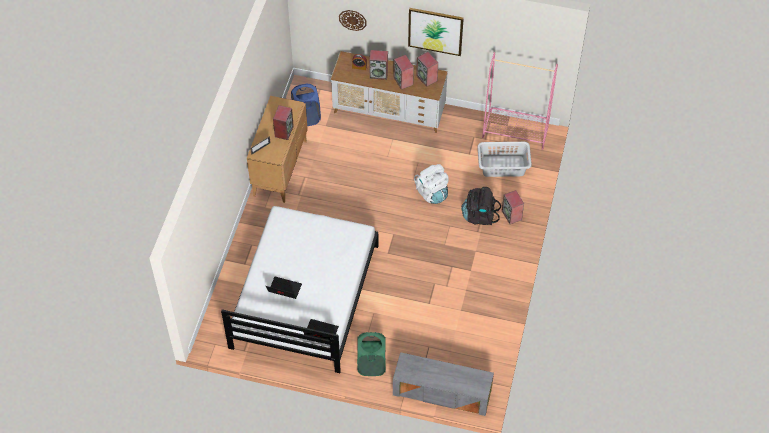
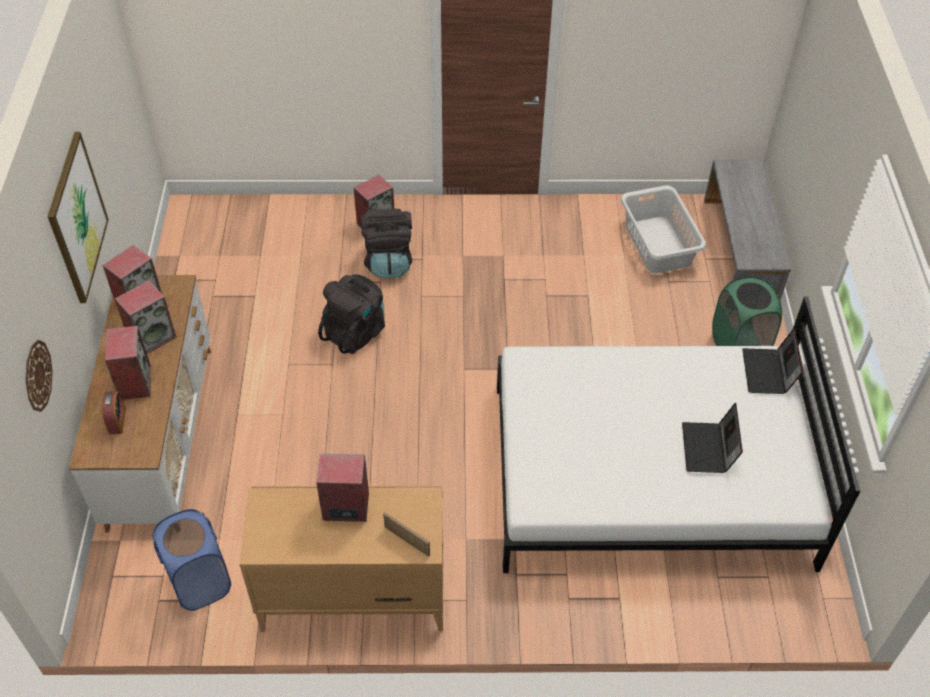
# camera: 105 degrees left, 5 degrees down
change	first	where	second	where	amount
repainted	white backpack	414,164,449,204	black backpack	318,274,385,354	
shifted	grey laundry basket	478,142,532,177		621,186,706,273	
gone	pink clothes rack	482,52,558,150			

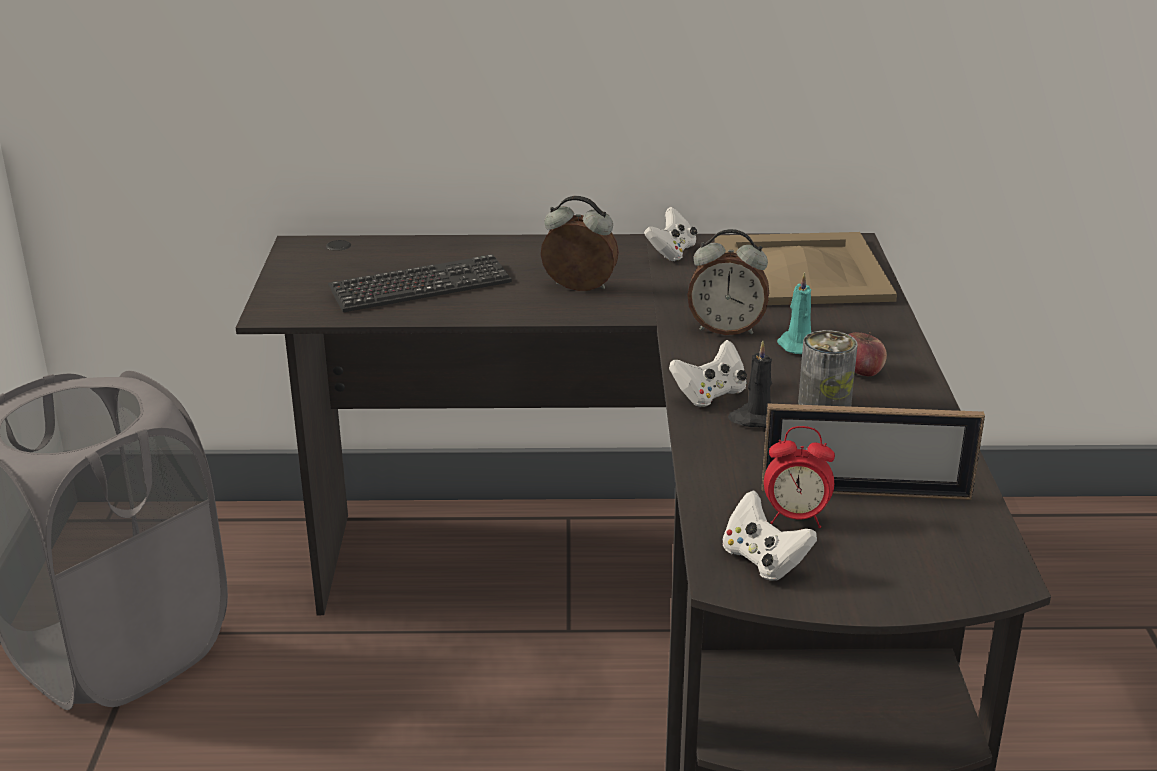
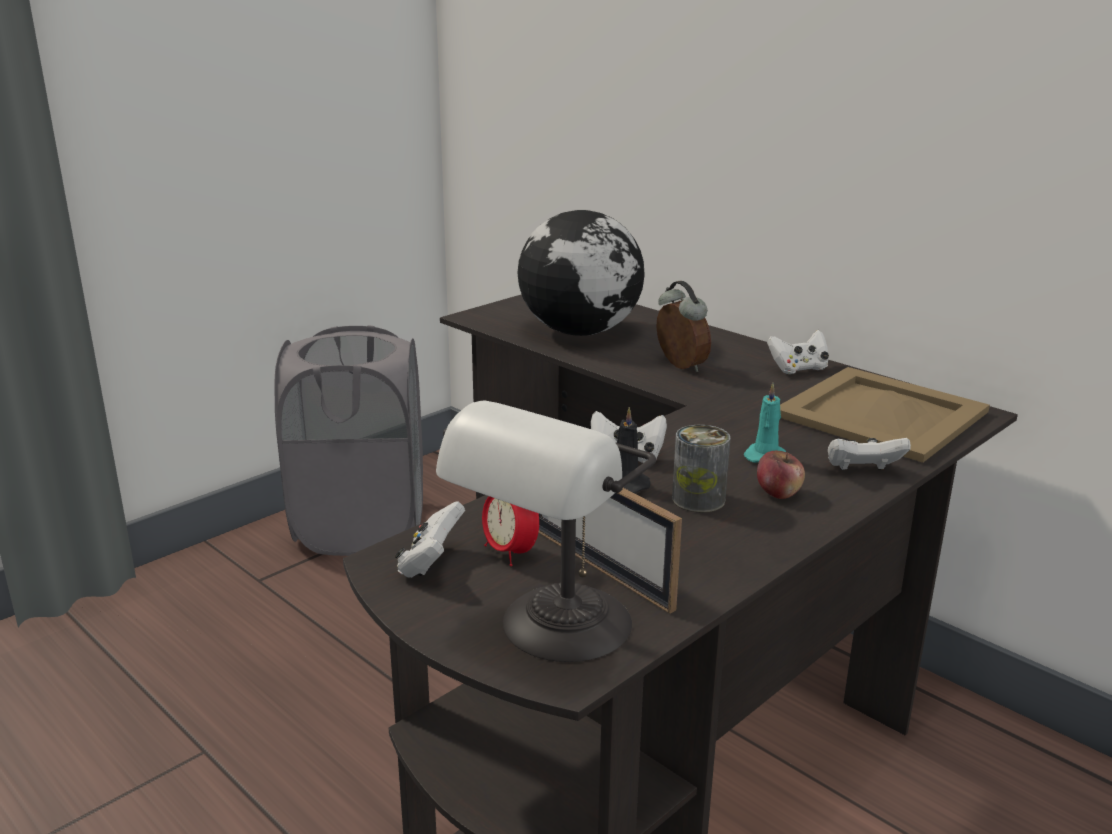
# camera: 45 degrees right, 5 degrees down
change	first	where	second	where	amount
swapped	keyboard	328,254,512,312	globe	517,210,644,336	
gone	alarm clock	687,229,769,335			
new			table lamp	436,401,656,662	
new			white game controller	828,438,911,470	

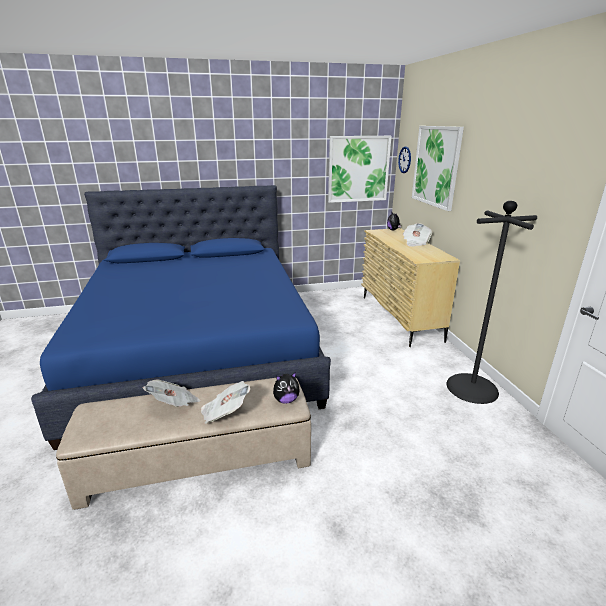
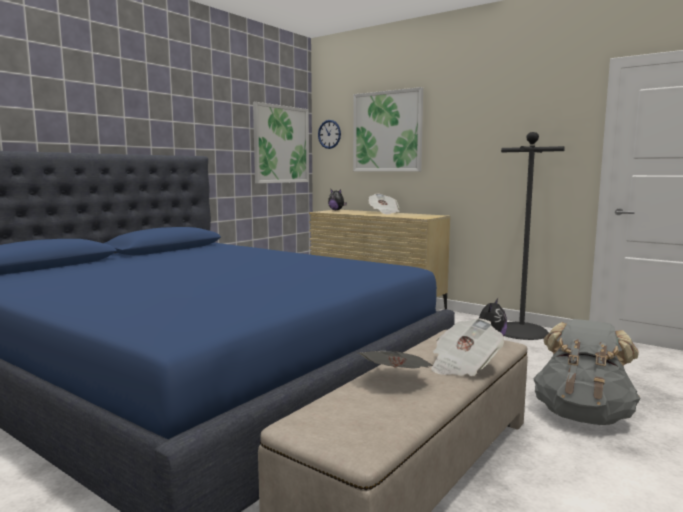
# camera: 40 degrees left, 15 degrees down
change	first	where	second	where	amount
new			grey backpack	533,319,641,425	

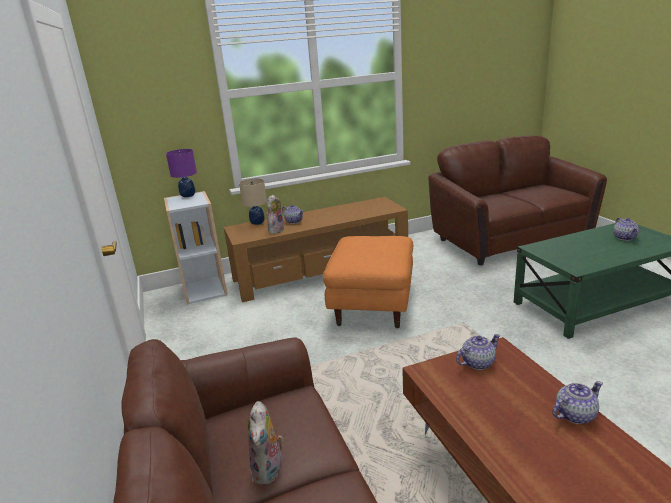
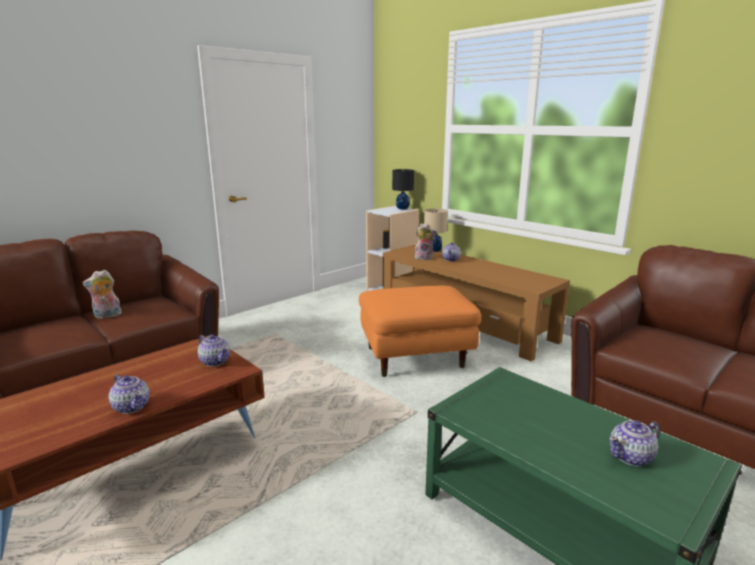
# camera: 65 degrees right, 5 degrees down
change	first	where	second	where	amount
repainted	purple table lamp	166,149,197,197	black table lamp	392,169,414,209	

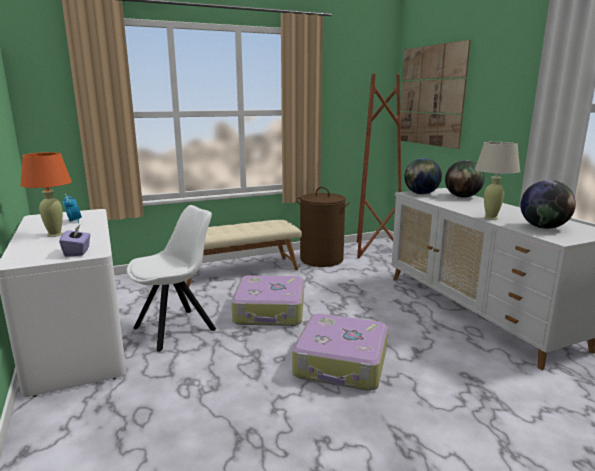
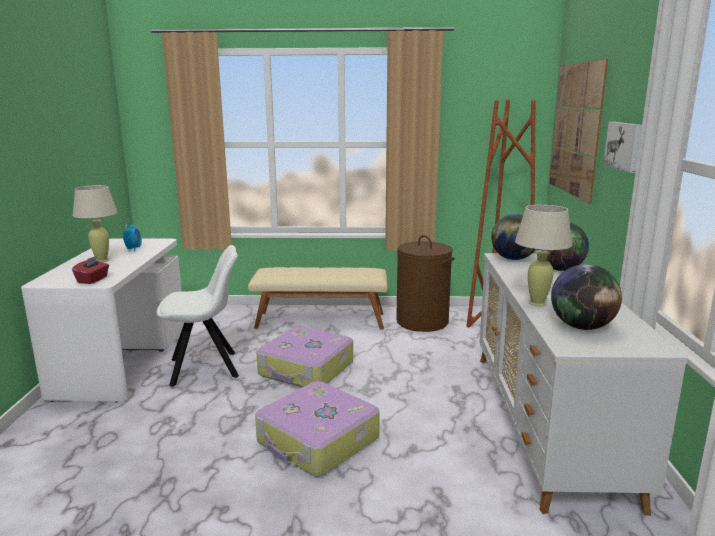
# camera: 25 degrees right, 0 degrees up
change	first	where	second	where	amount
repainted	orange table lamp	20,152,72,237	beige table lamp	72,185,118,262	
repainted	purple tissue box	59,225,91,257	red tissue box	72,256,109,284	
new			picture	603,122,642,173	

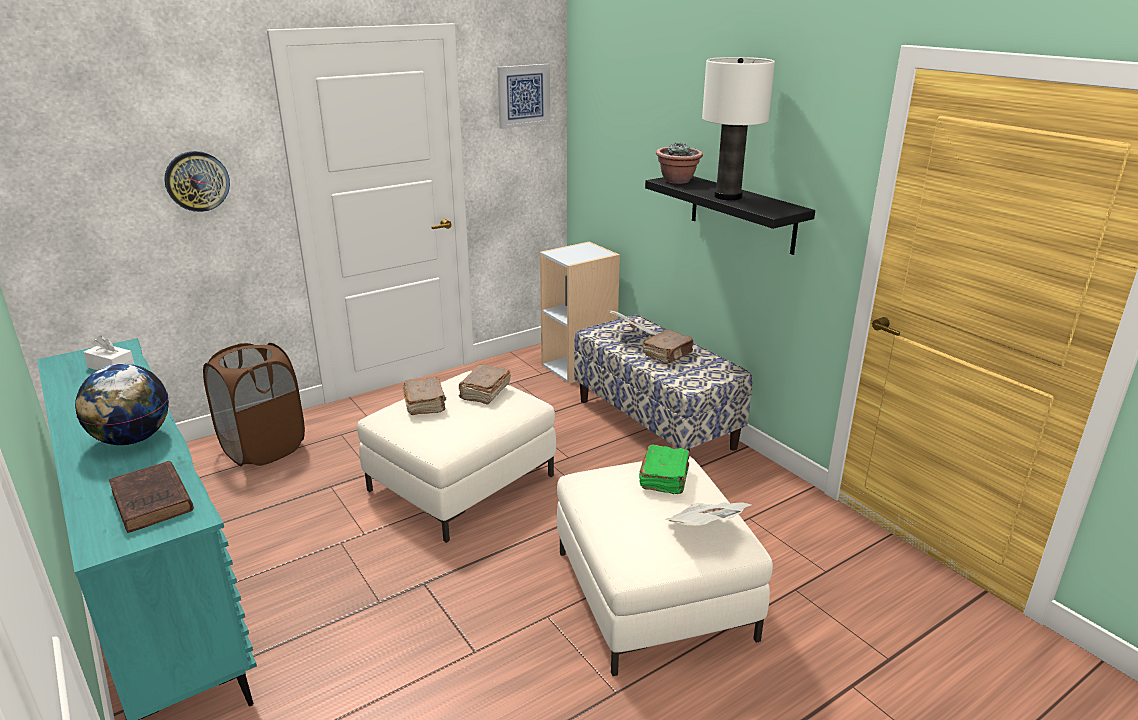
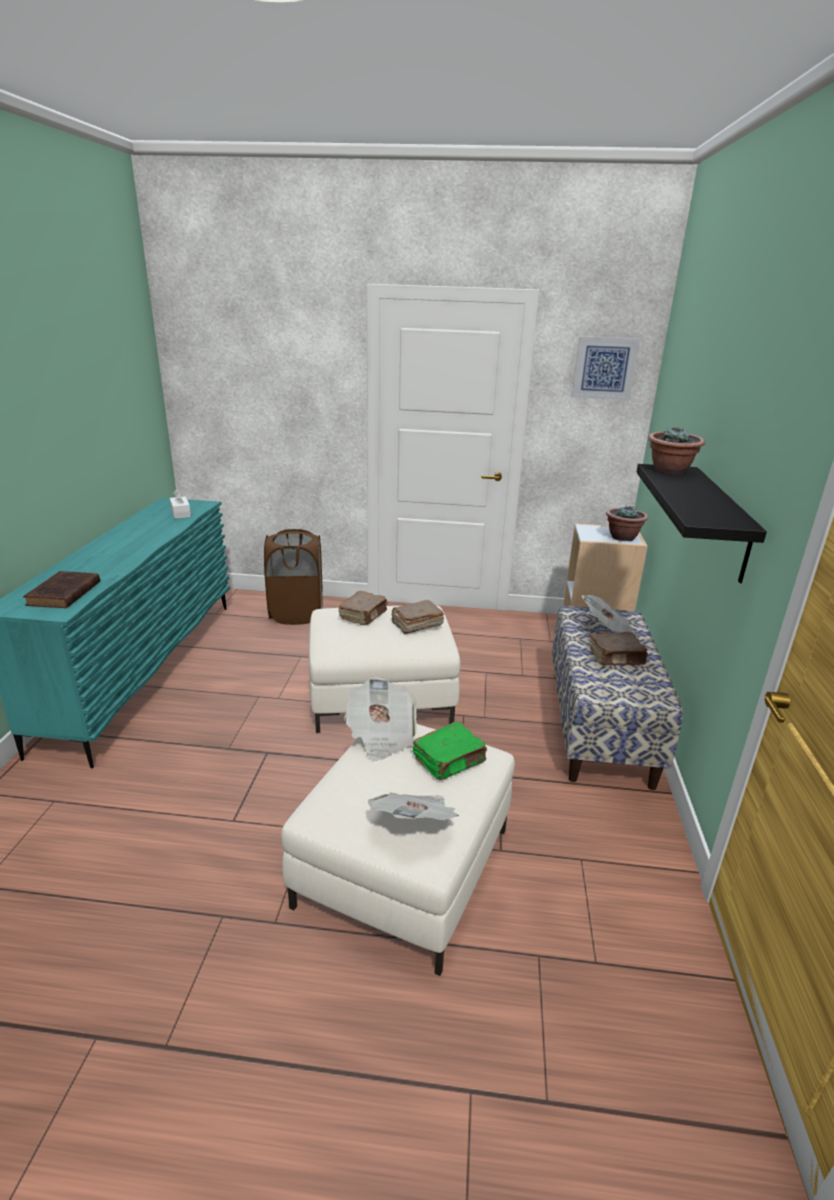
# camera: 40 degrees right, 0 degrees up
change	first	where	second	where	amount
gone	globe	75,364,169,445			
gone	wall clock	164,151,230,212			
gone	white table lamp	702,57,775,200			
new			newspaper	344,677,417,761	
new			potted plant	606,505,648,541	

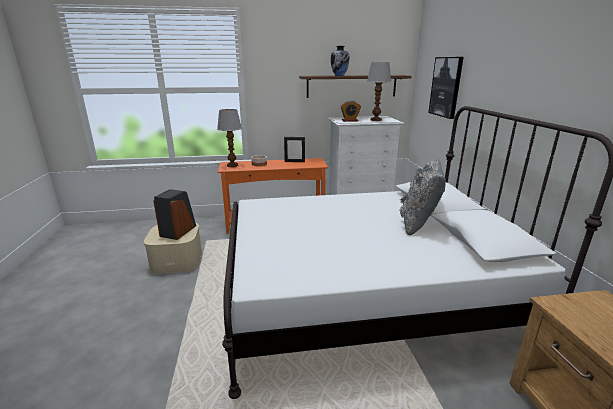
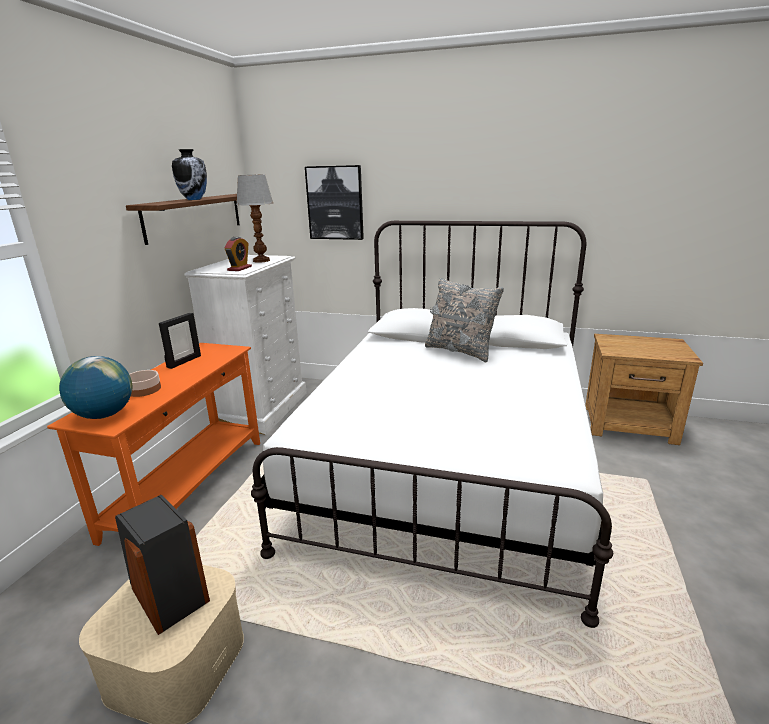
# camera: 65 degrees left, 0 degrees up
change	first	where	second	where	amount
swapped	table lamp	217,109,242,167	globe	59,356,132,419	

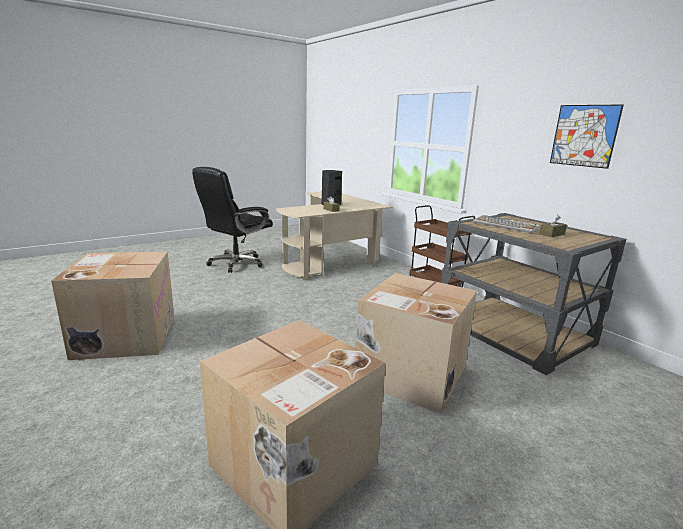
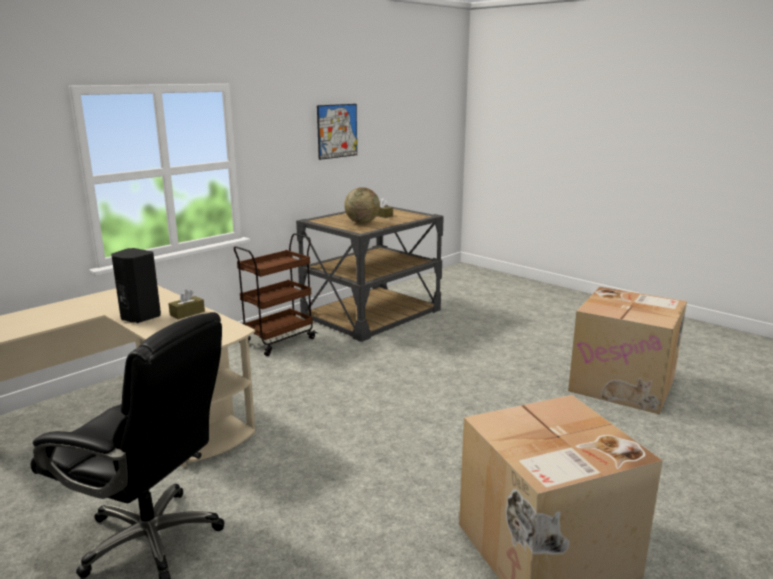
# camera: 100 degrees left, 0 degrees up
change	first	where	second	where	amount
gone	cardboard box	355,273,477,413			
swapped	keyboard	473,215,540,234	globe	344,187,380,223	

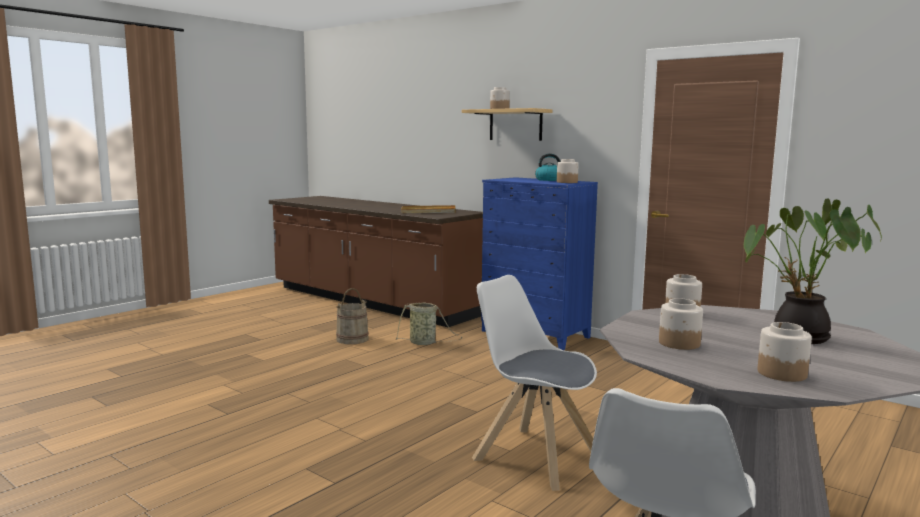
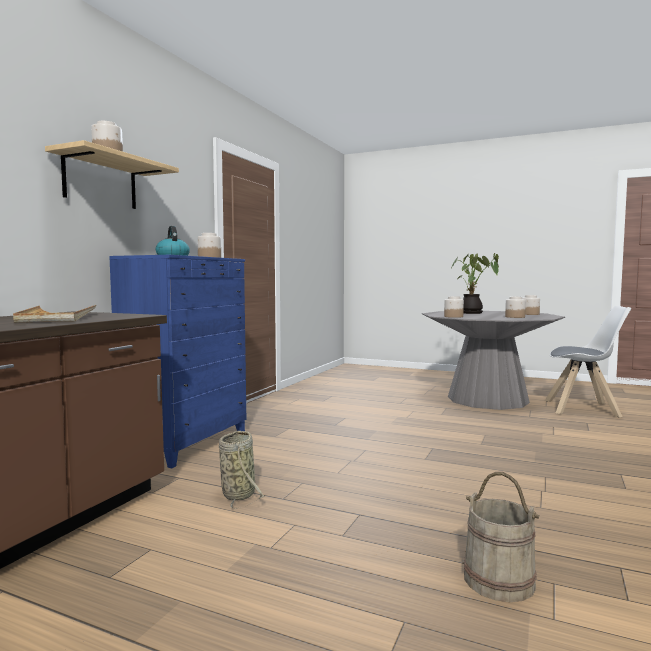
# camera: 105 degrees left, 5 degrees down
change	first	where	second	where	amount
shifted	beige bucket	336,288,369,344		464,472,540,602	
gone	chair	472,275,597,491			

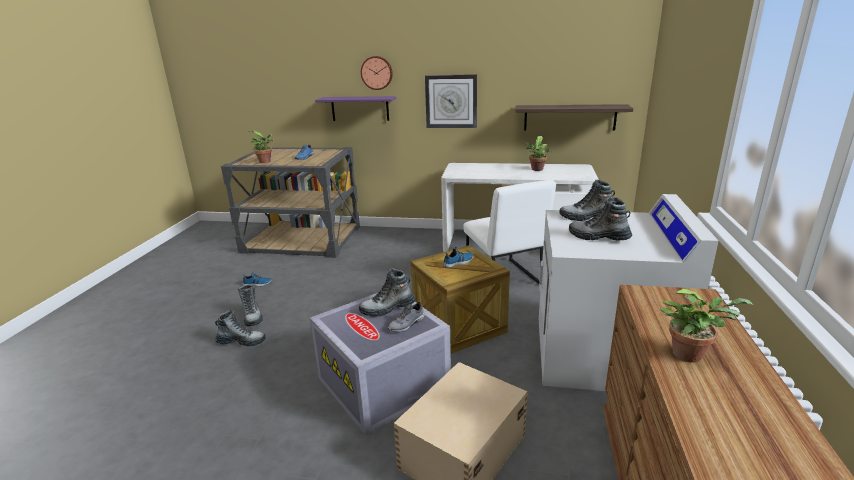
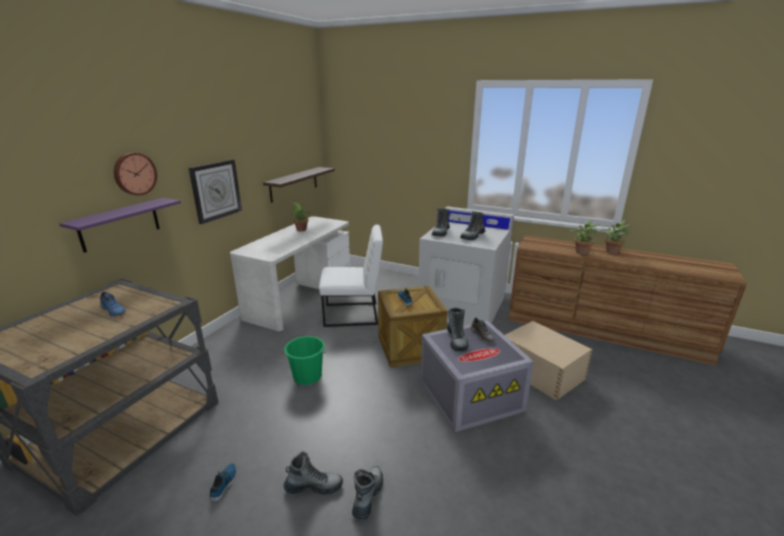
# camera: 75 degrees left, 0 degrees up
change	first	where	second	where	amount
shifted	potted plant	248,131,275,163		600,220,632,254	
new			green bucket	284,336,326,385	

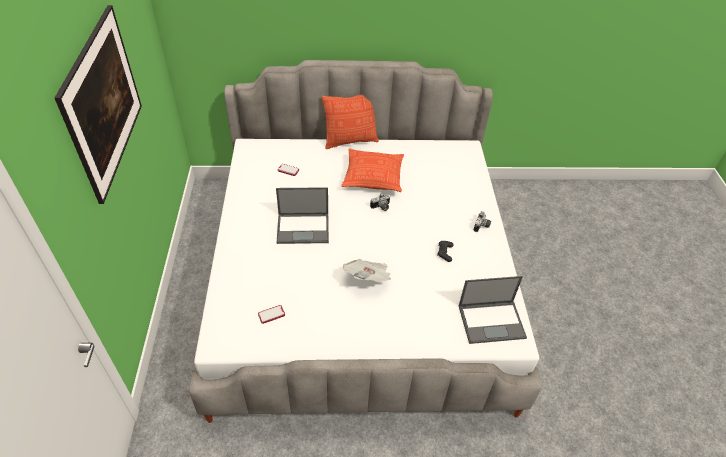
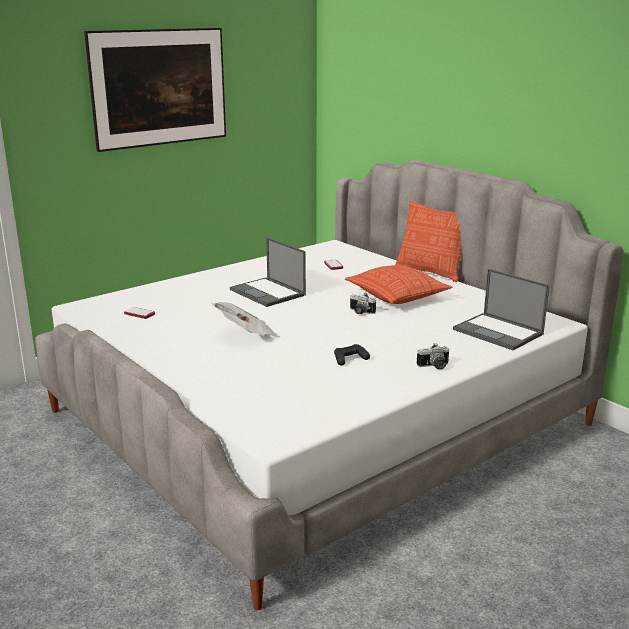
# camera: 55 degrees right, 25 degrees down
change	first	where	second	where	amount
shifted	laptop	459,276,527,344		453,269,549,350	

